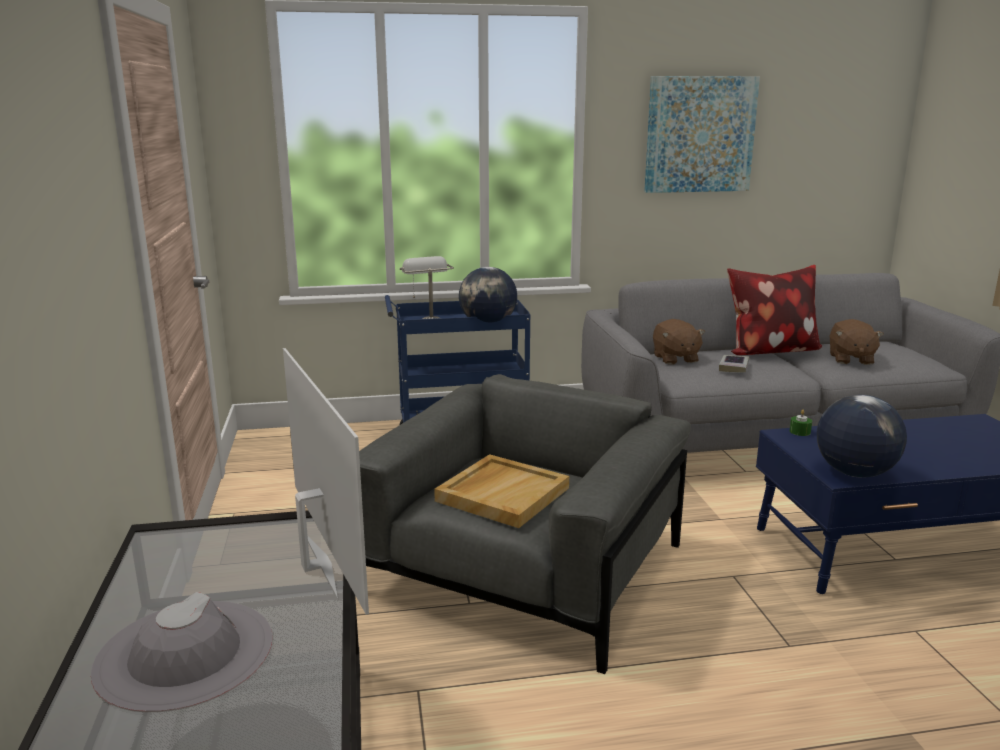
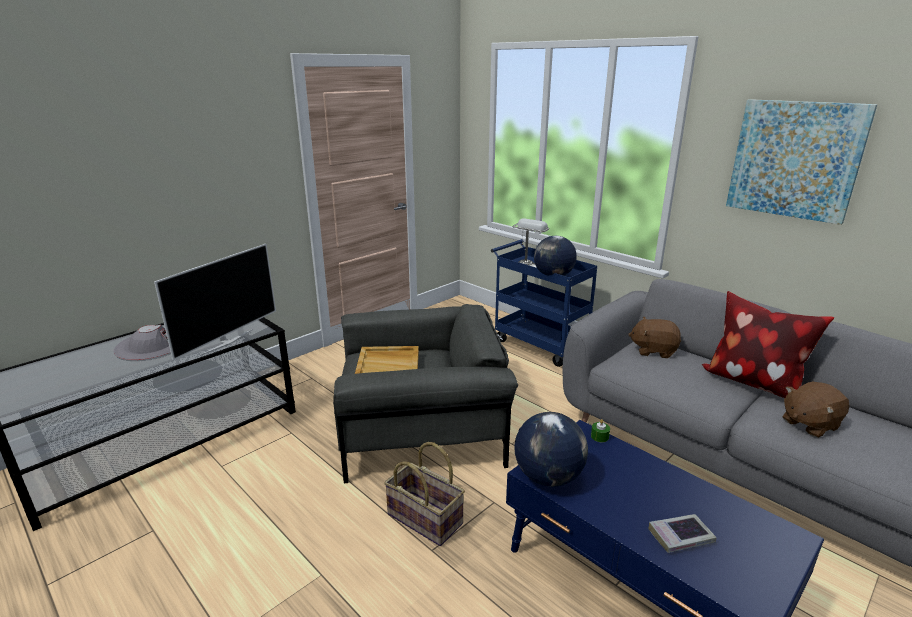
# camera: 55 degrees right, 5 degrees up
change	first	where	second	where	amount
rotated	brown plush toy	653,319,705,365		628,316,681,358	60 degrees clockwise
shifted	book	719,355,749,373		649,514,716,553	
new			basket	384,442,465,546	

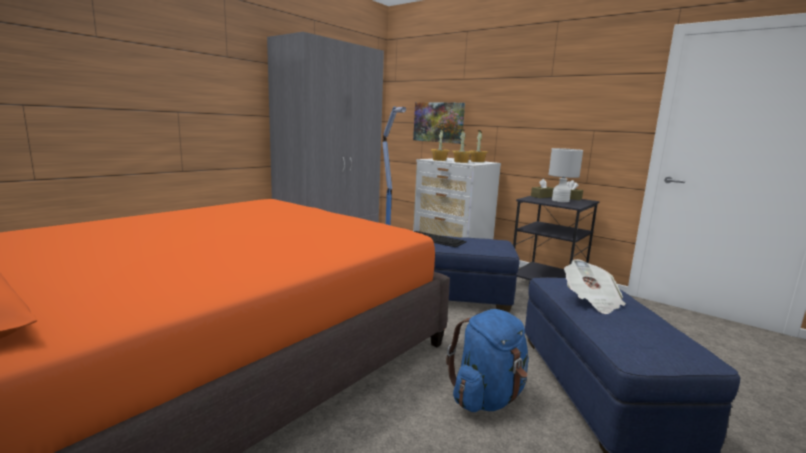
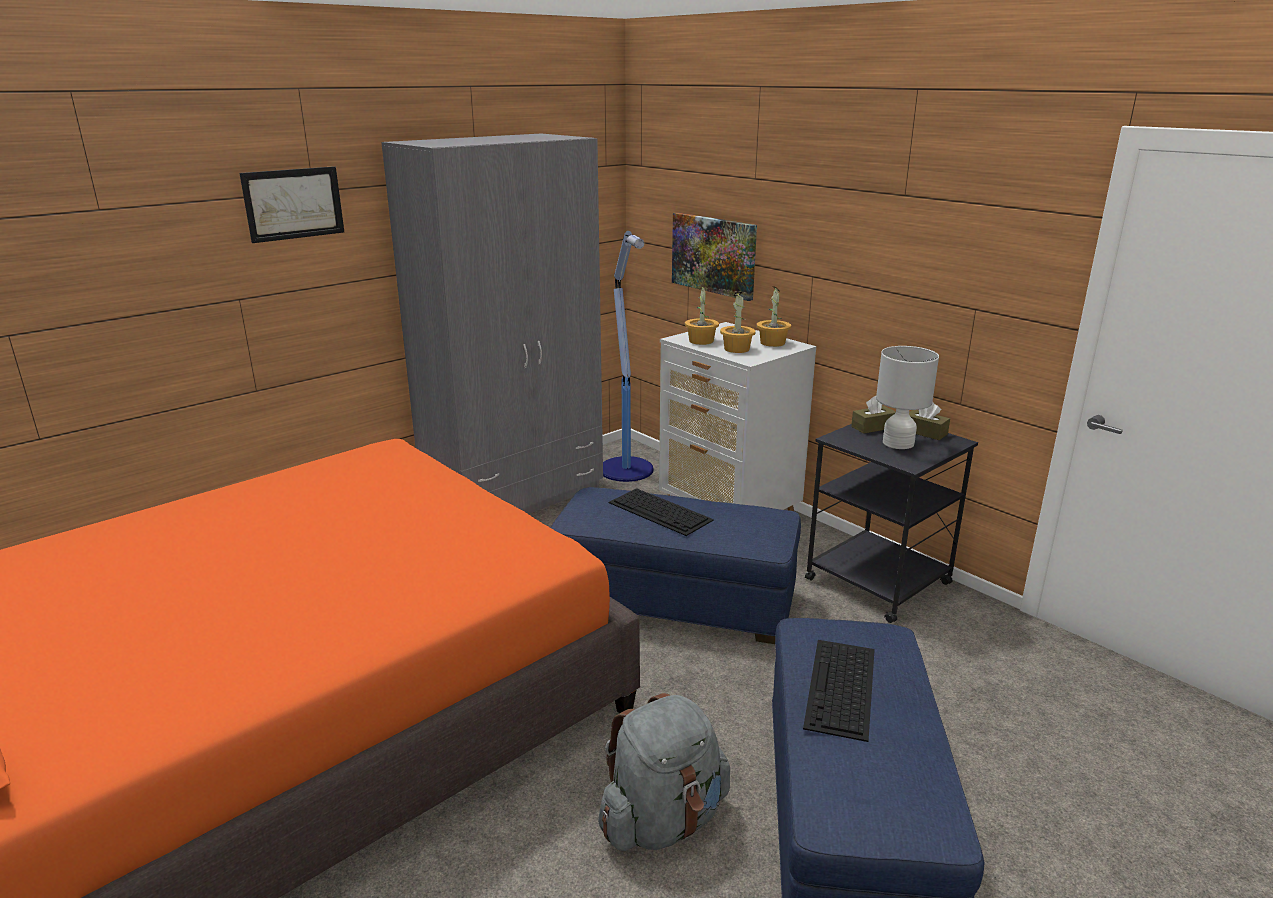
# camera: 10 degrees right, 10 degrees up
change	first	where	second	where	amount
repainted	blue backpack	446,309,529,412	grey backpack	598,693,730,851	
swapped	newspaper	564,259,625,314	keyboard	803,640,875,742	
new			picture	239,166,344,243	

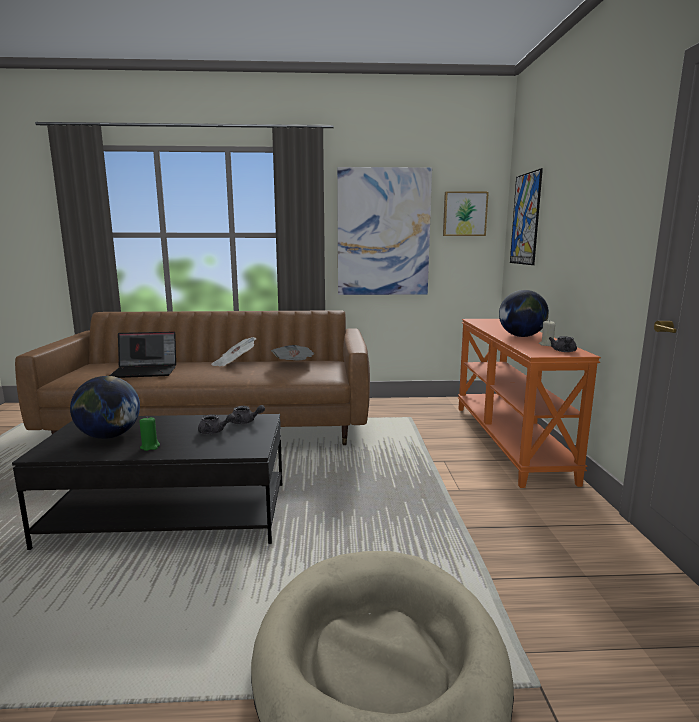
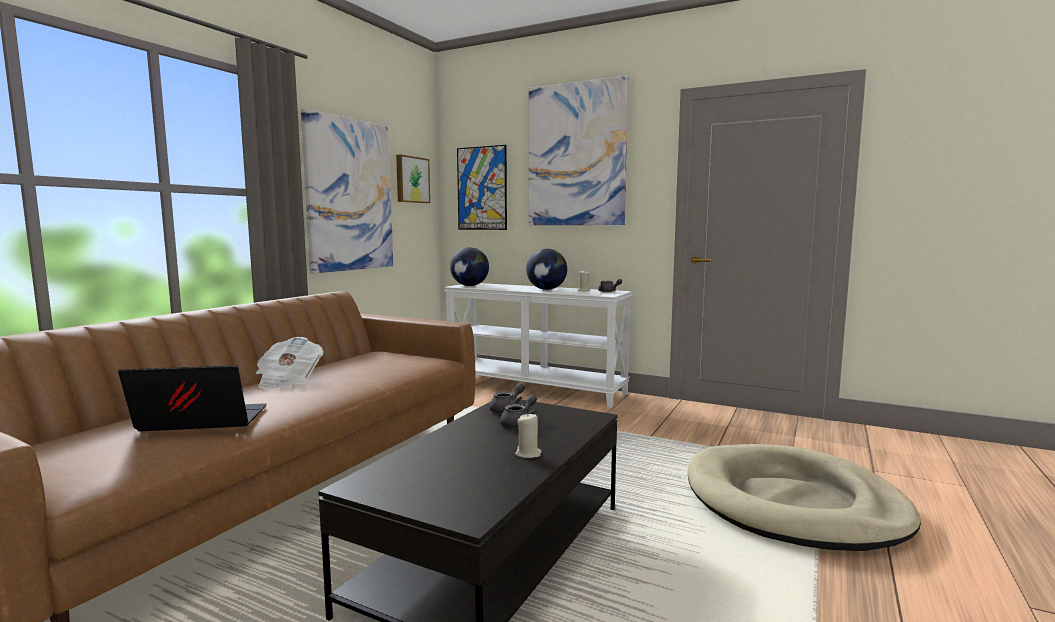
# camera: 60 degrees left, 5 degrees down
change	first	where	second	where	amount
shifted	globe	70,376,140,439		450,247,489,286	
rotated	laptop	109,332,176,378		118,365,267,431	120 degrees counterclockwise
repainted	green candle	139,416,160,451	beige candle	515,413,542,458	
gone	newspaper	271,345,314,360			
repainted	orange console table	458,319,601,488	white console table	444,283,632,408	
new			picture	529,76,629,225	

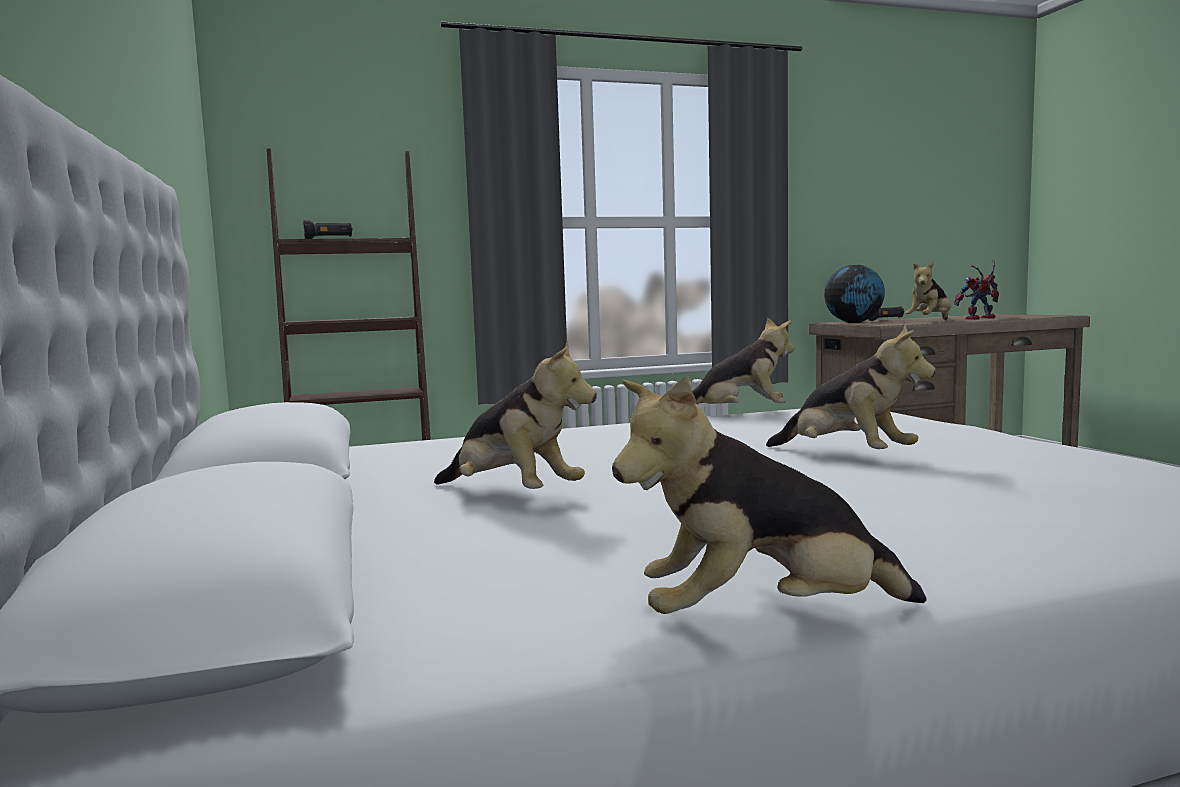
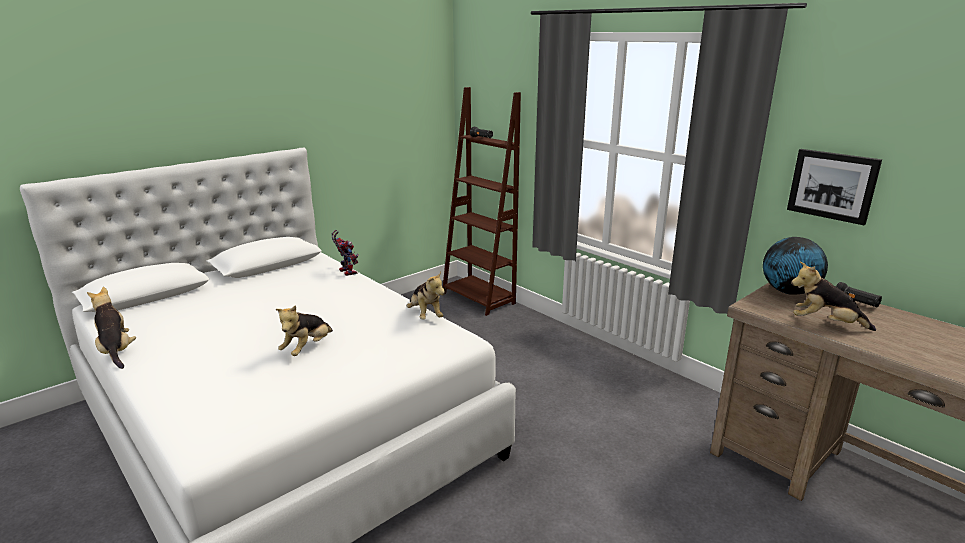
# camera: 65 degrees right, 15 degrees up
change	first	where	second	where	amount
gone	plush toy	434,340,597,489			
shifted	toy robot	954,260,999,320		332,230,359,276	
new			picture	787,149,882,225	

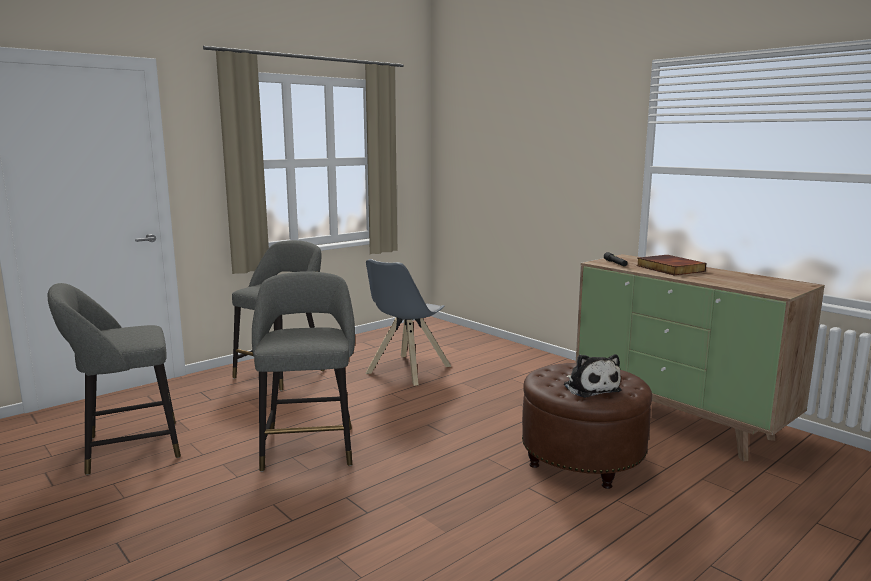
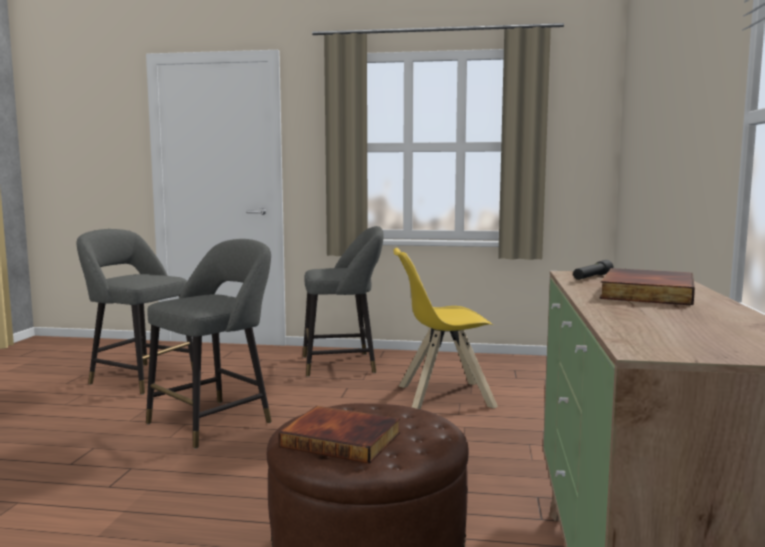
# camera: 50 degrees right, 5 degrees down
change	first	where	second	where	amount
repainted	grey chair	366,259,451,386	yellow chair	393,248,498,409	
swapped	plush toy	564,354,622,398	book	279,406,400,464	

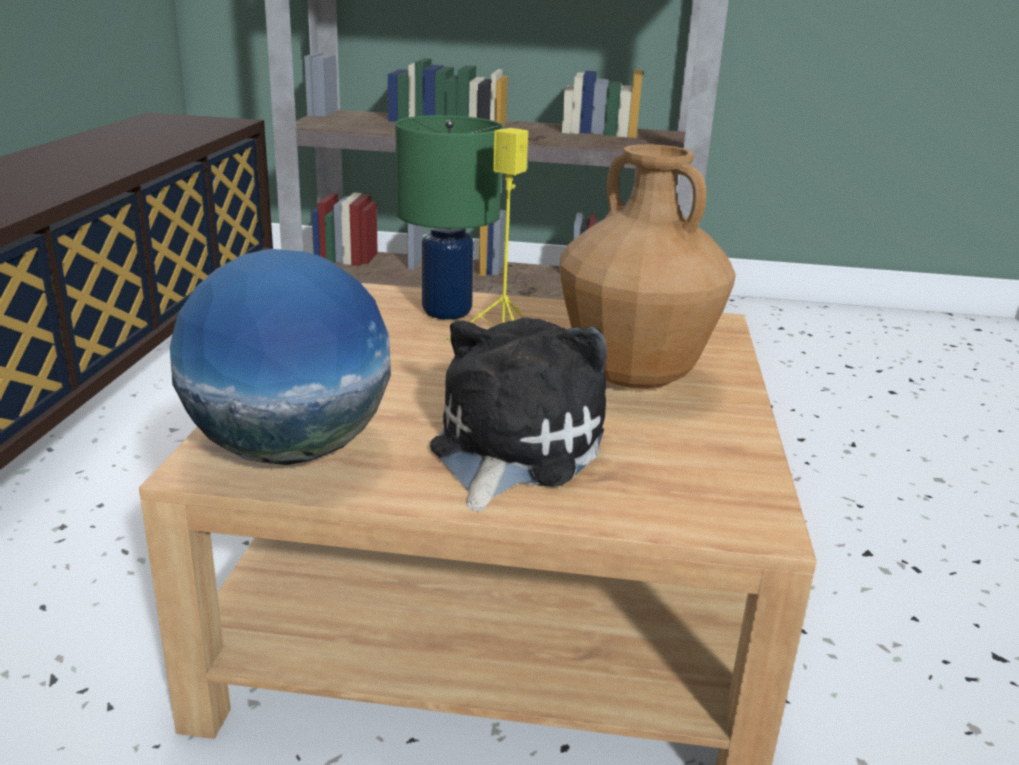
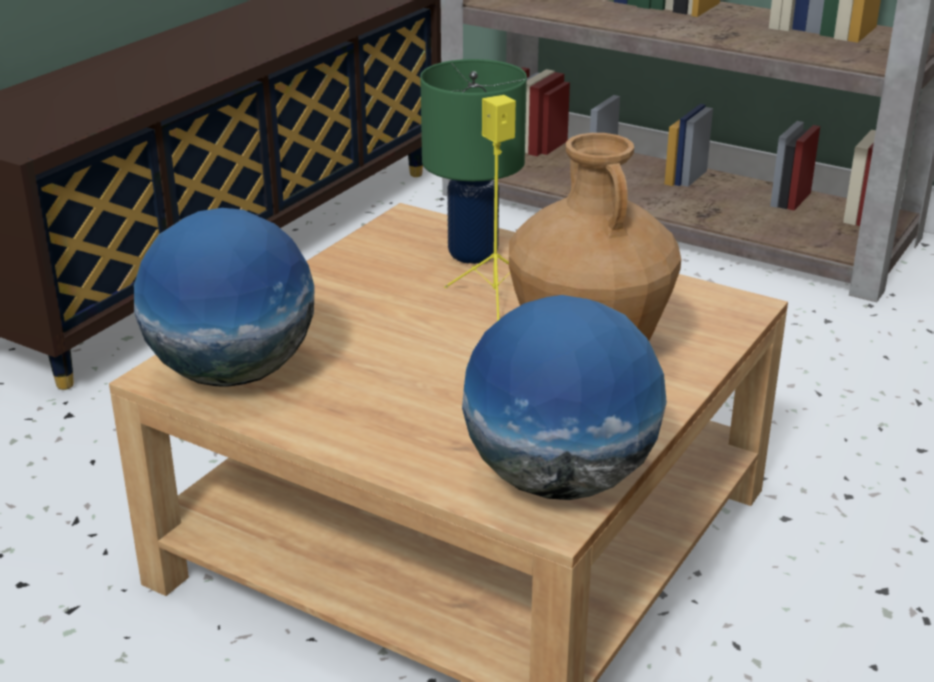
# camera: 25 degrees right, 5 degrees up
change	first	where	second	where	amount
gone	plush toy	430,317,607,512			
new			globe	462,295,667,500	

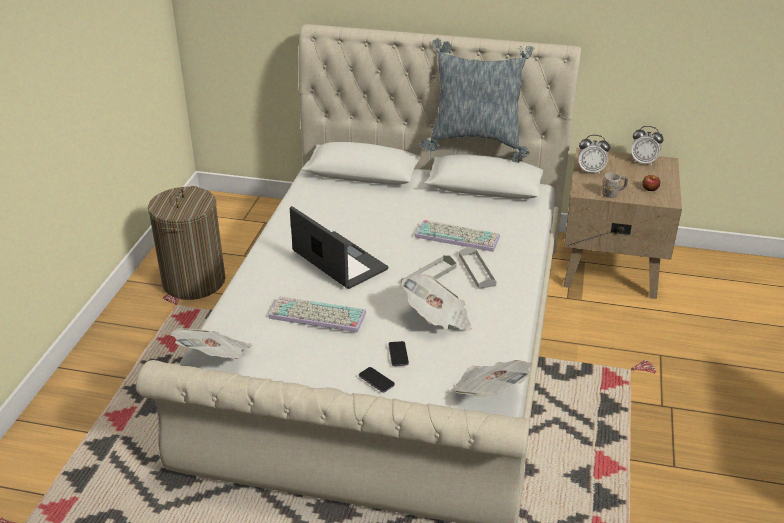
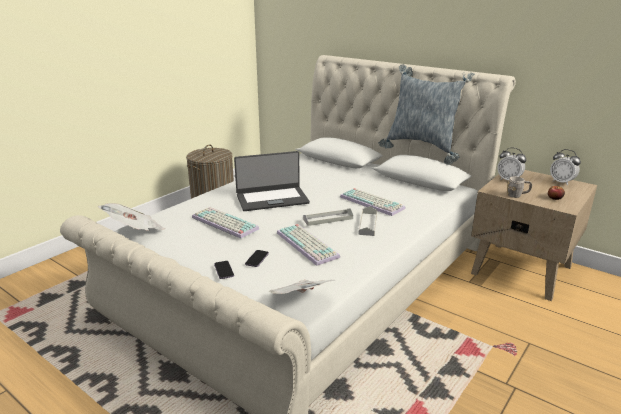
# camera: 25 degrees right, 10 degrees down
change	first	where	second	where	amount
rotated	laptop	290,206,388,289		234,151,310,211	90 degrees clockwise
swapped	newspaper	402,274,472,331	keyboard	277,224,340,266	

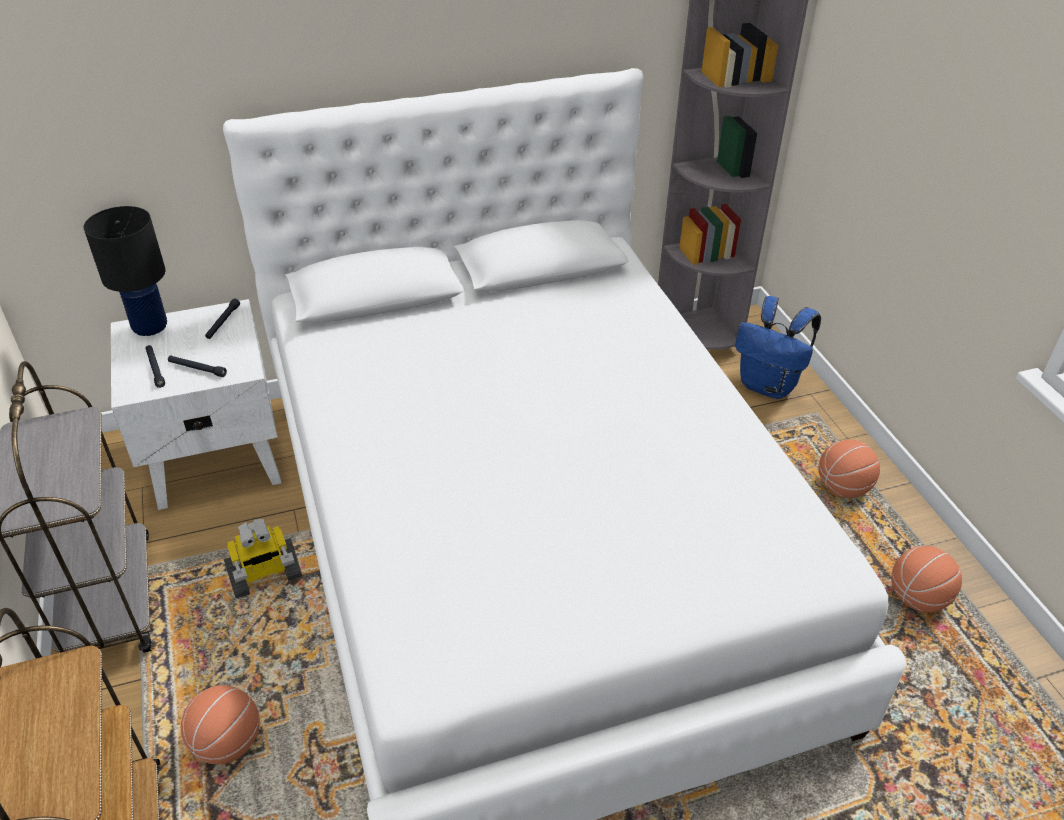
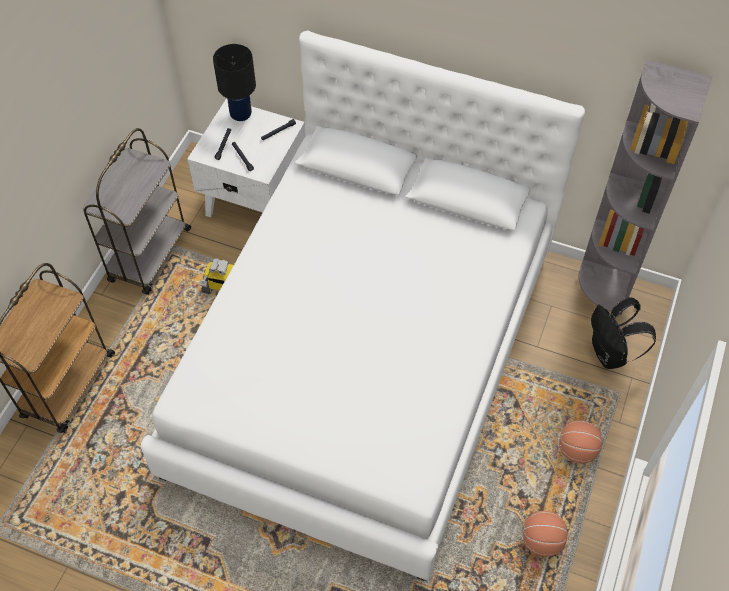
# camera: 40 degrees right, 15 degrees up
change	first	where	second	where	amount
gone	basketball	181,685,260,764			
repainted	blue backpack	735,296,821,399	black backpack	591,297,656,369	

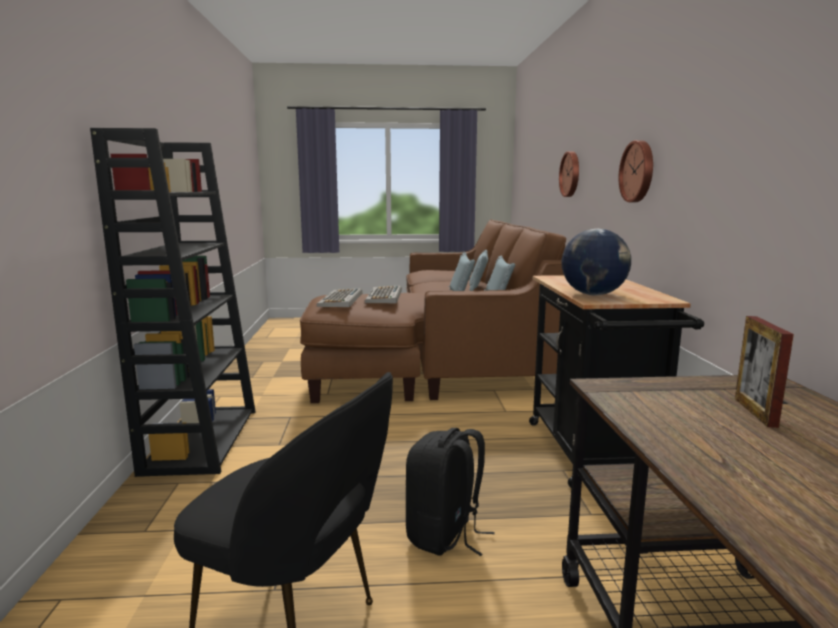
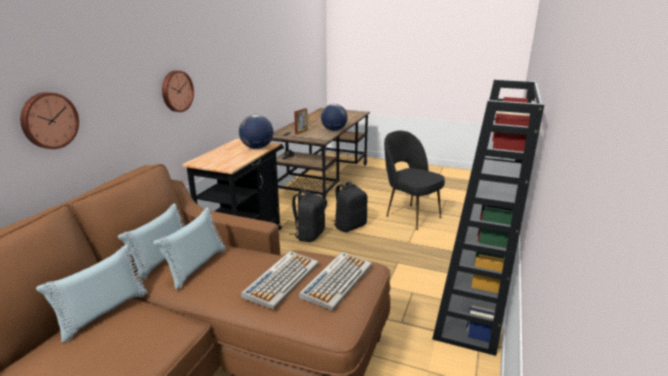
# camera: 155 degrees left, 10 degrees up
change	first	where	second	where	amount
new			black backpack	289,189,325,242	
new			globe	321,104,348,131	

